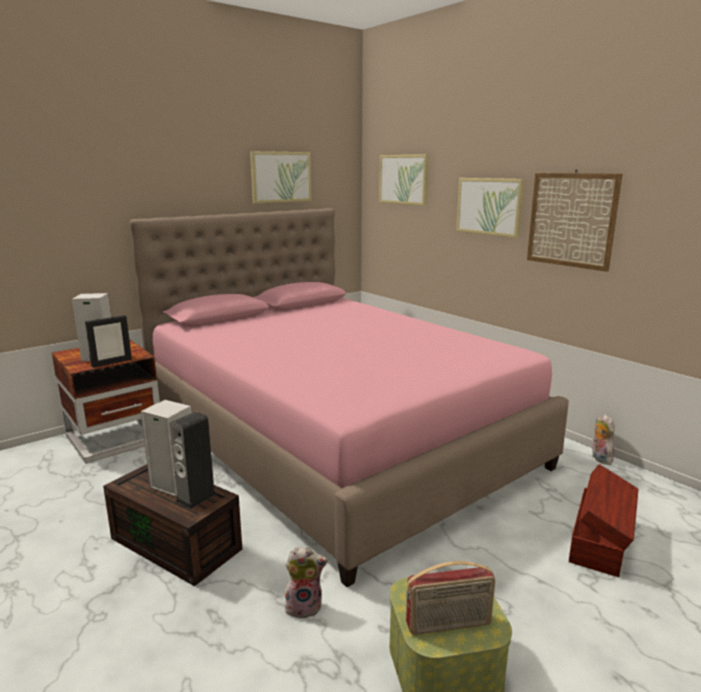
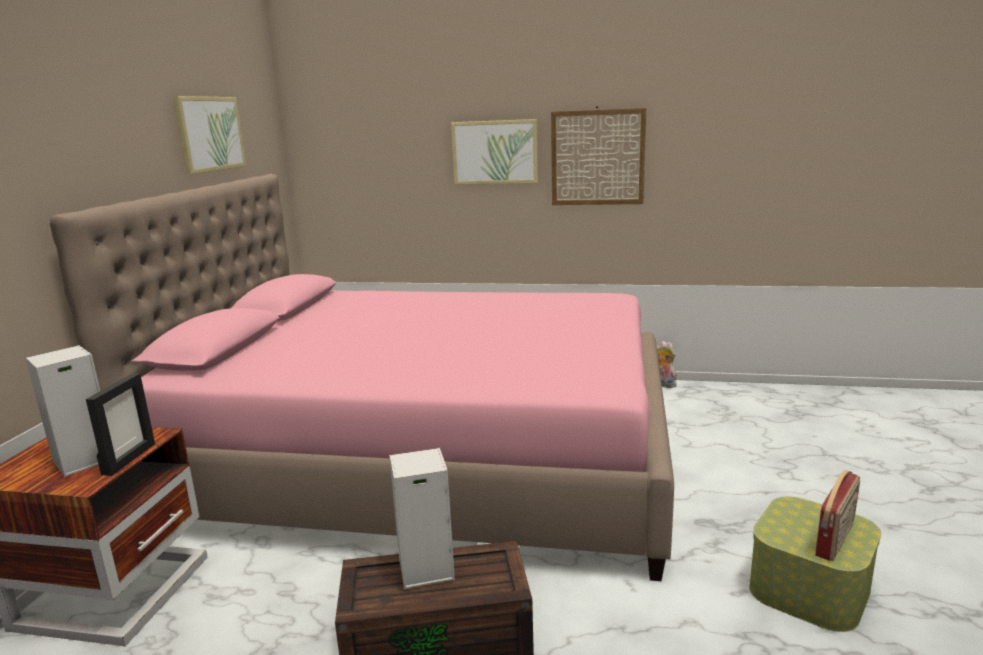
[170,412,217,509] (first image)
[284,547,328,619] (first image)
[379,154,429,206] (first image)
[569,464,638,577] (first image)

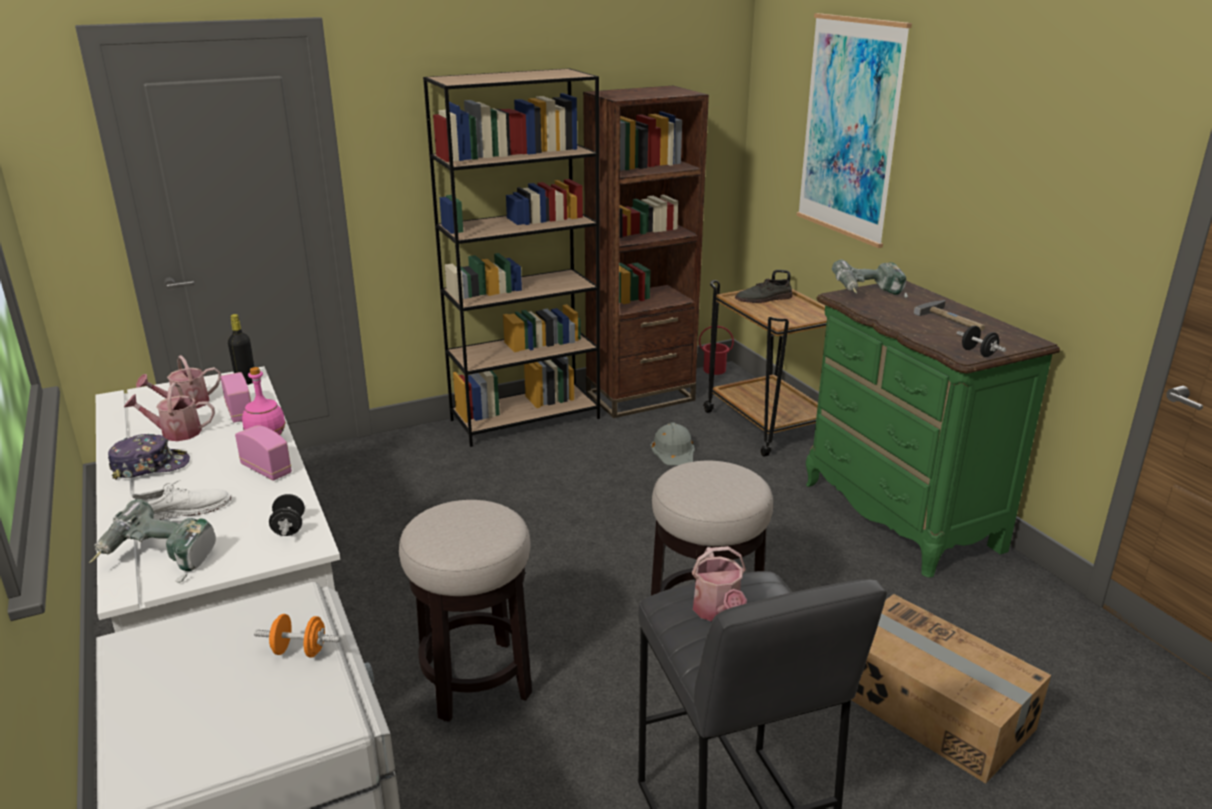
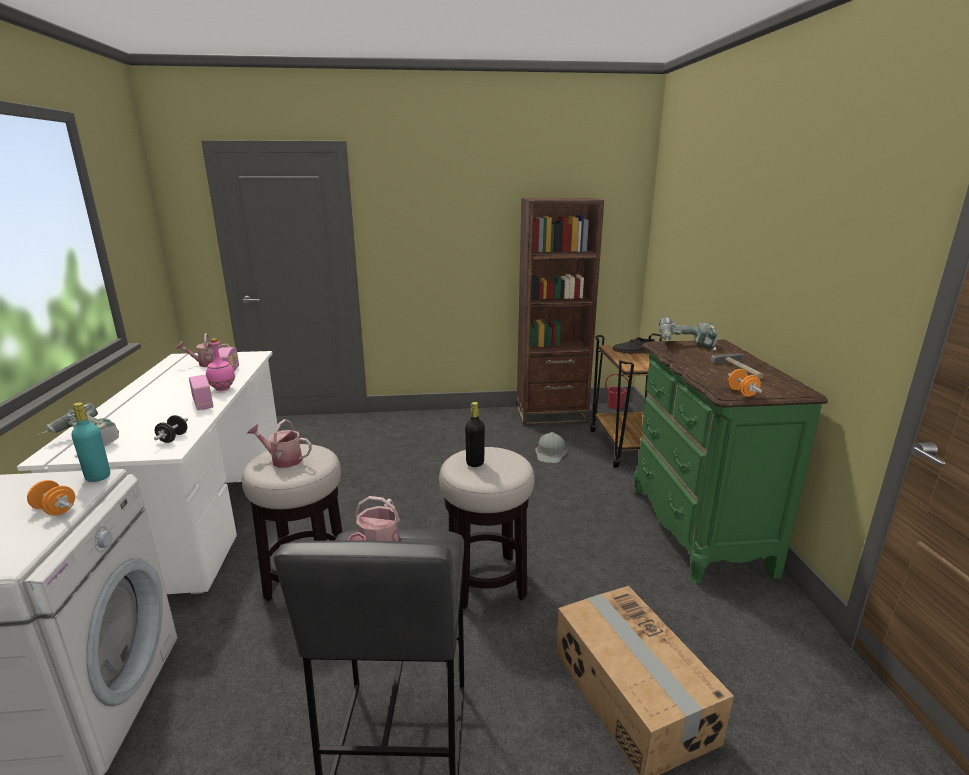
[108,434,190,480] (first image)
[127,480,231,520] (first image)
[423,68,600,447] (first image)
[797,13,912,248] (first image)
[71,402,110,482]
[247,419,312,468]
[465,402,485,467]
[728,369,762,397]

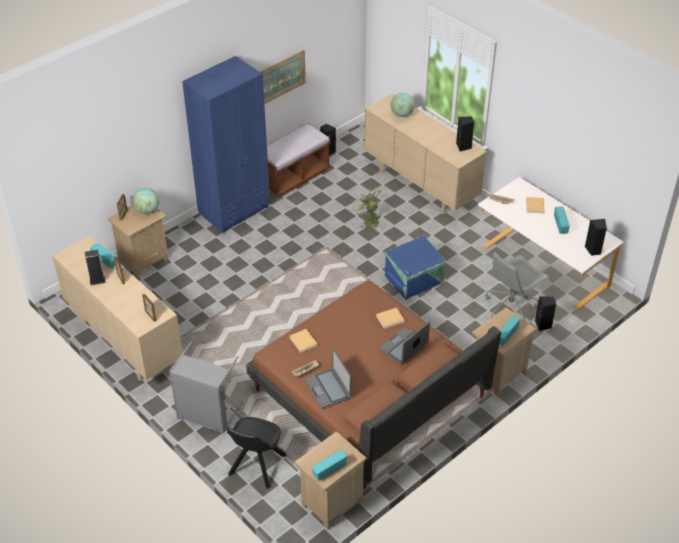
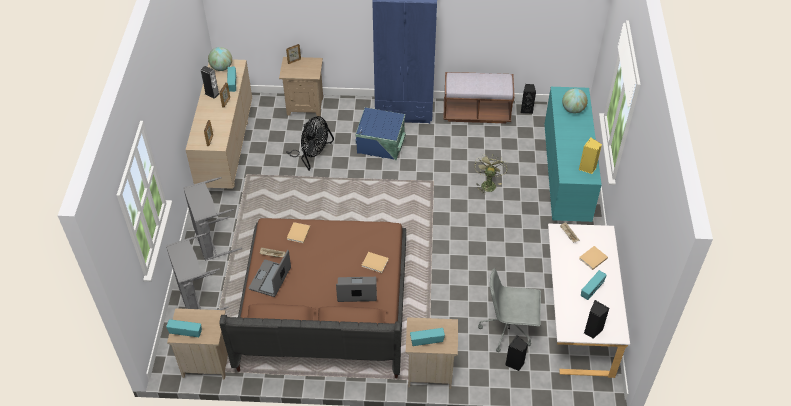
[259,50,306,104] (first image)
[286,116,334,171]
[208,47,232,71]
[355,107,406,160]
[166,233,229,310]
[544,87,602,222]
[579,137,602,174]

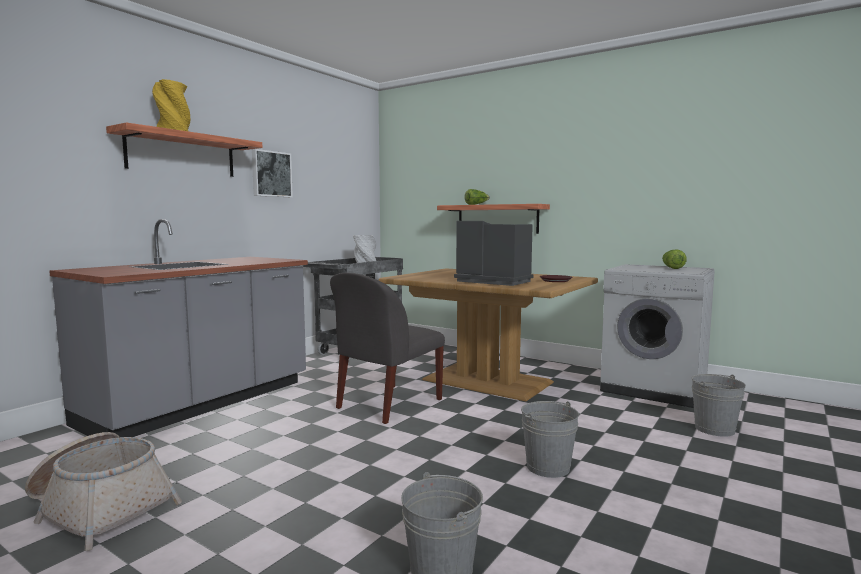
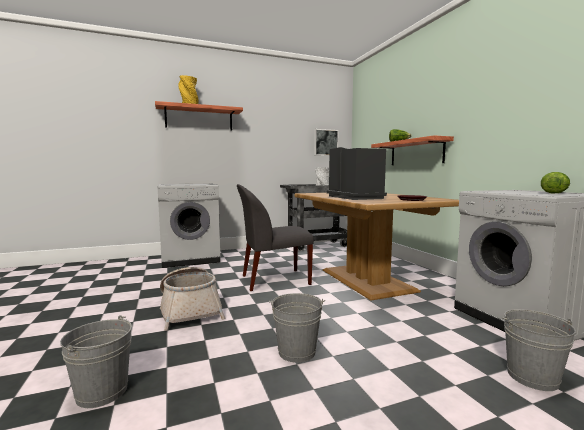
[160,267,225,331]
[314,129,339,156]
[158,184,221,268]

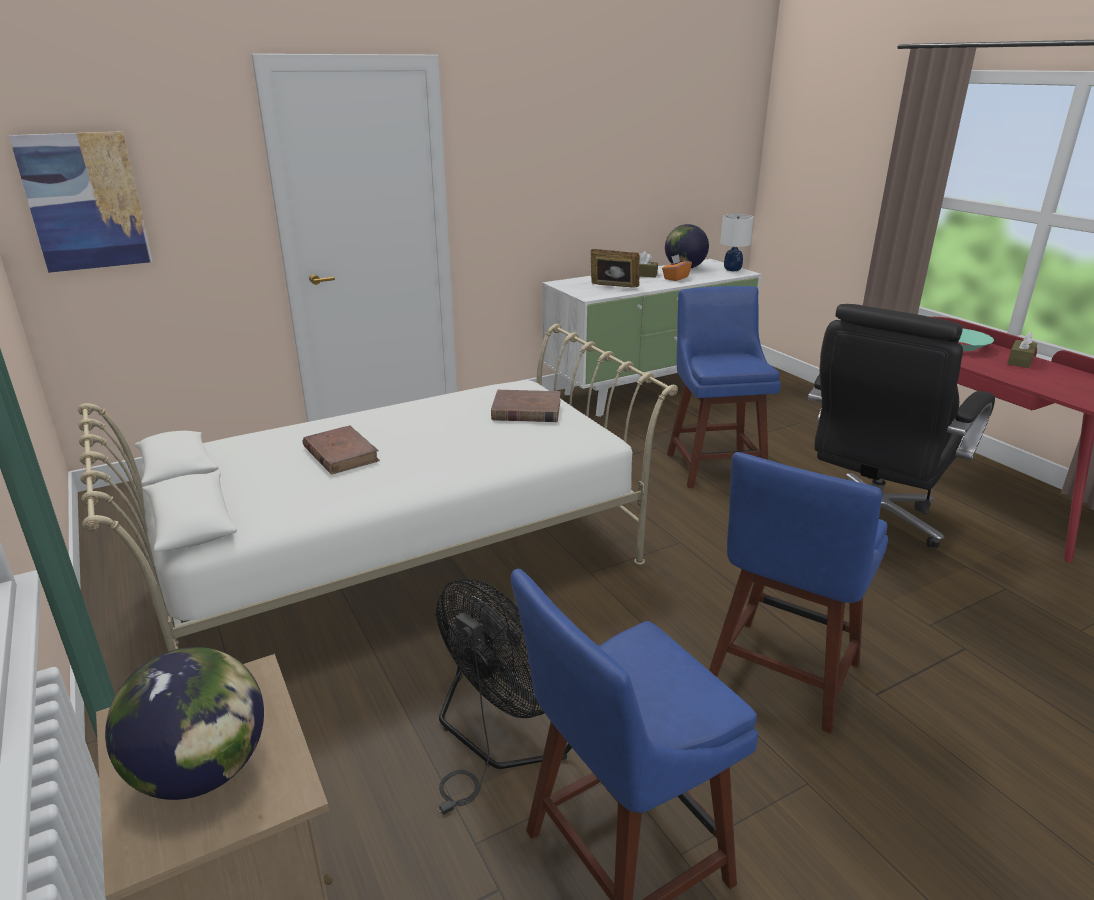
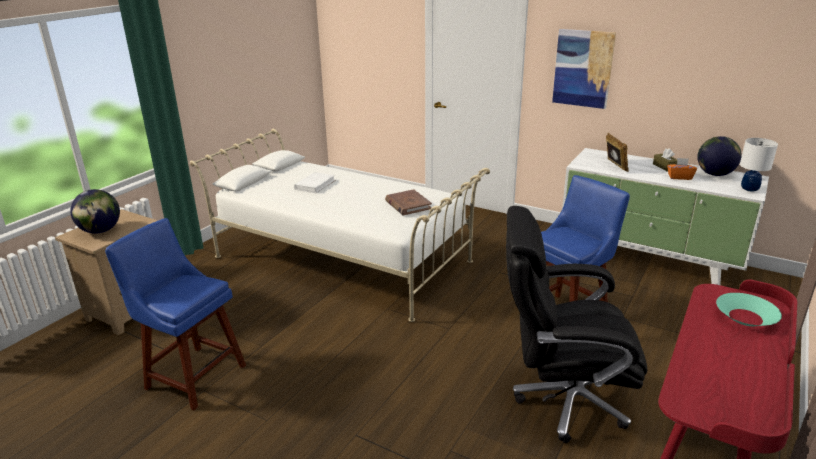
[435,579,572,815] (first image)
[709,452,888,734] (first image)
[1007,331,1037,368] (first image)
[552,29,616,109]
[294,172,335,193]

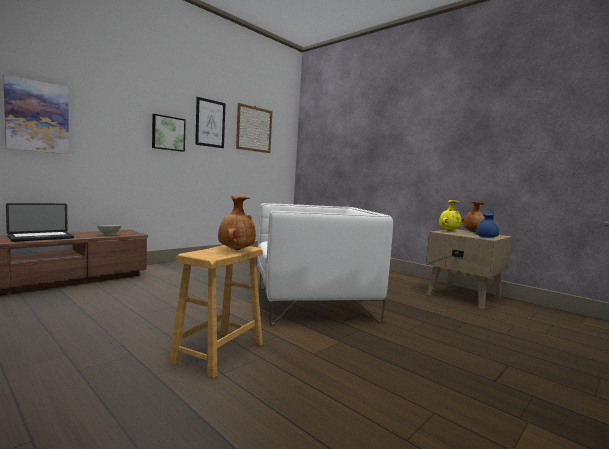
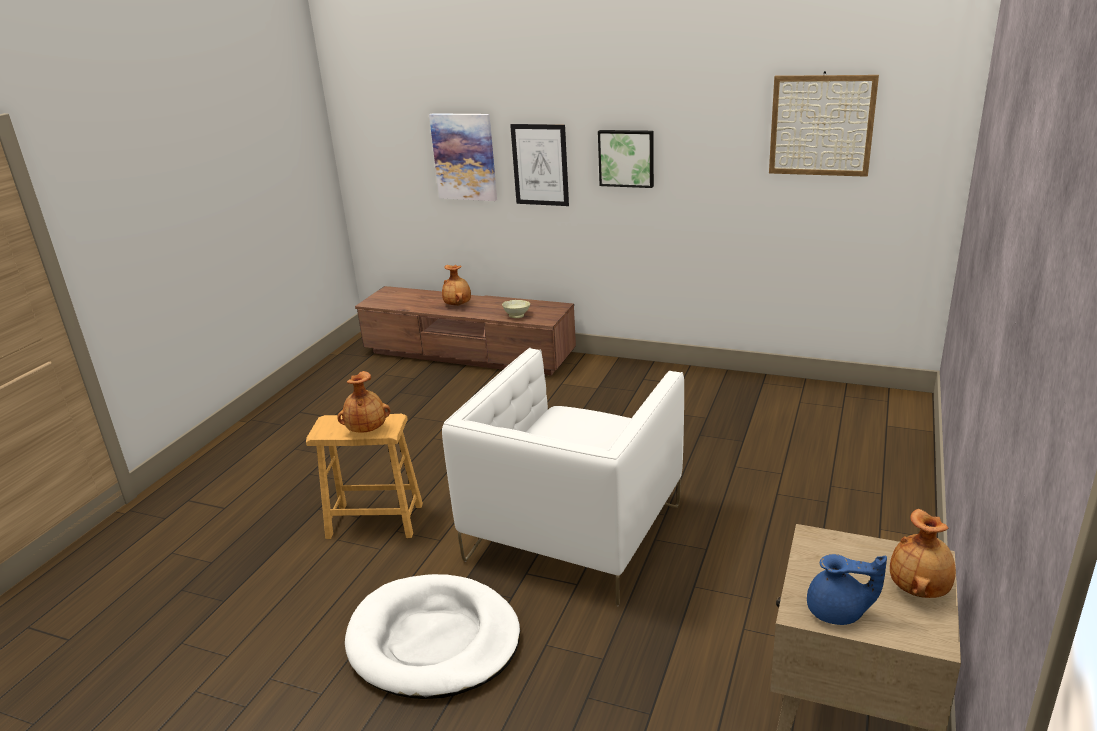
[439,200,461,231] (first image)
[345,574,520,699]
[510,124,569,206]
[442,265,471,306]
[442,348,684,606]

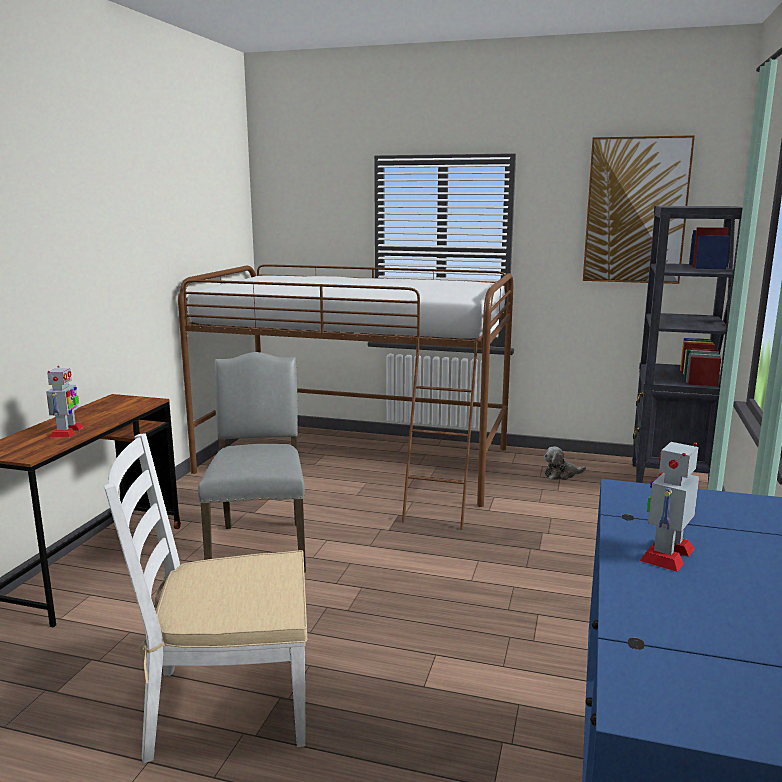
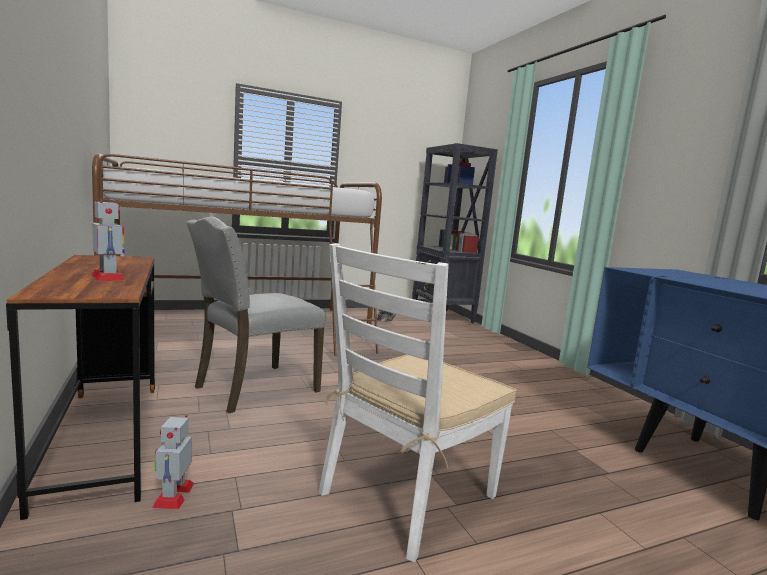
[583,135,695,284] (first image)
[152,415,194,509]
[186,216,327,413]

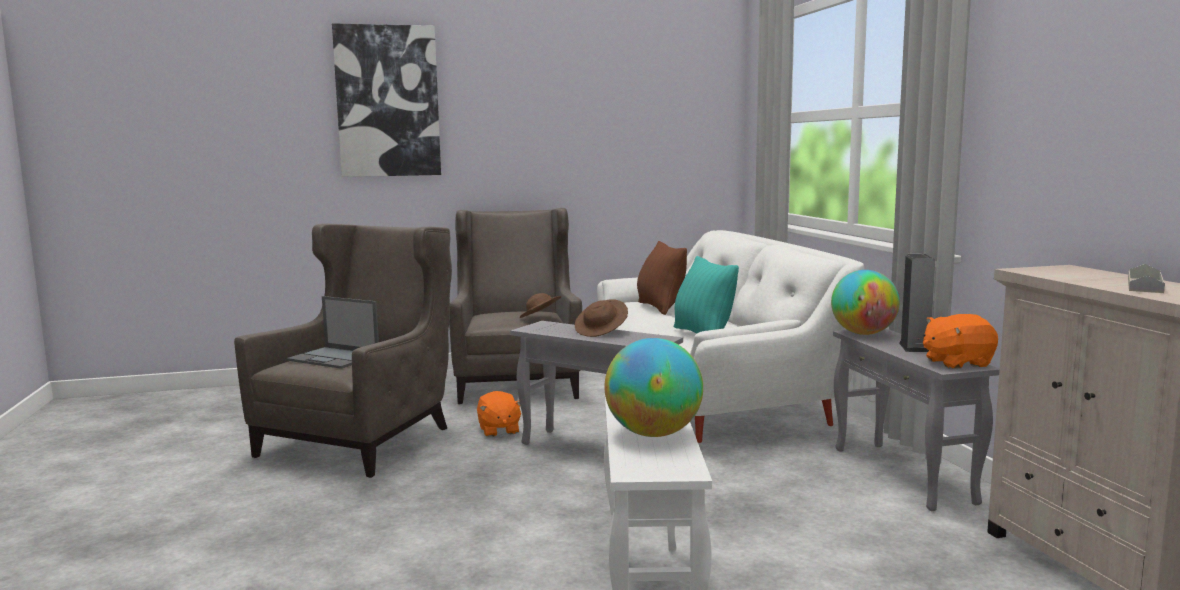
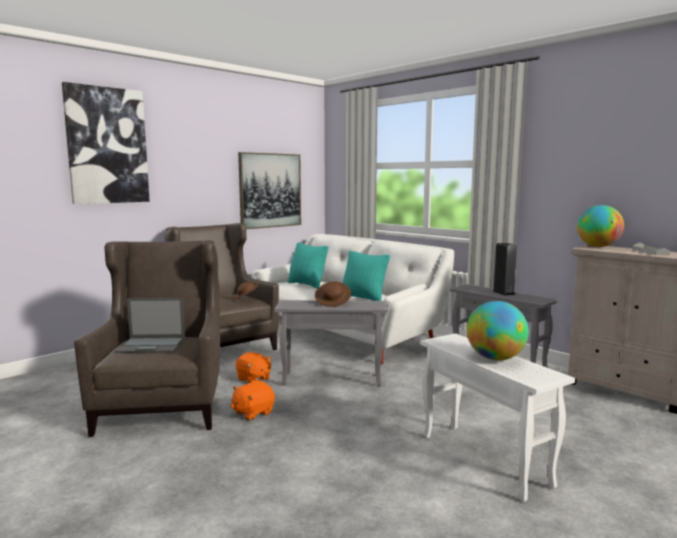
[238,152,301,229]
[577,205,624,247]
[231,381,275,420]
[288,242,328,289]

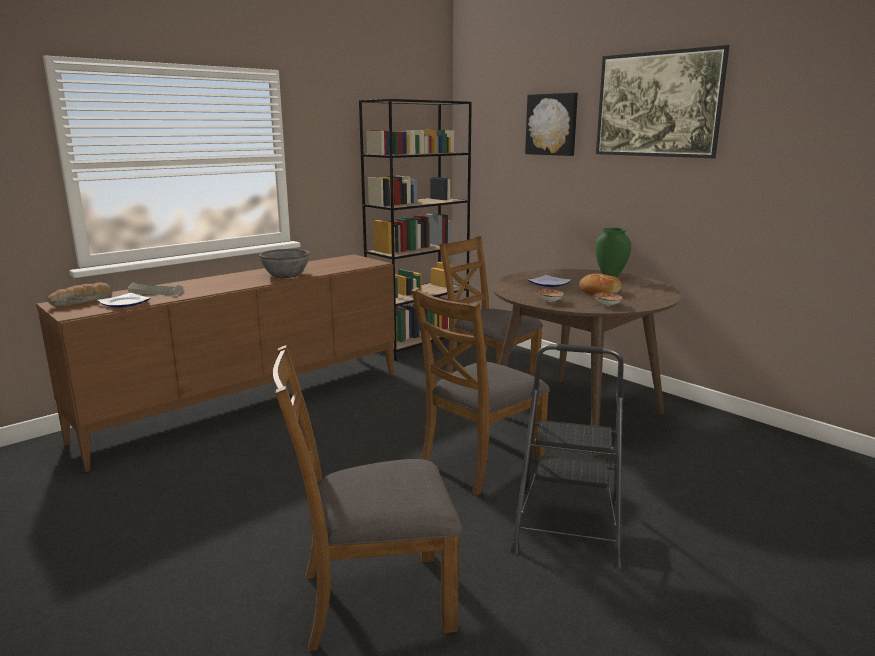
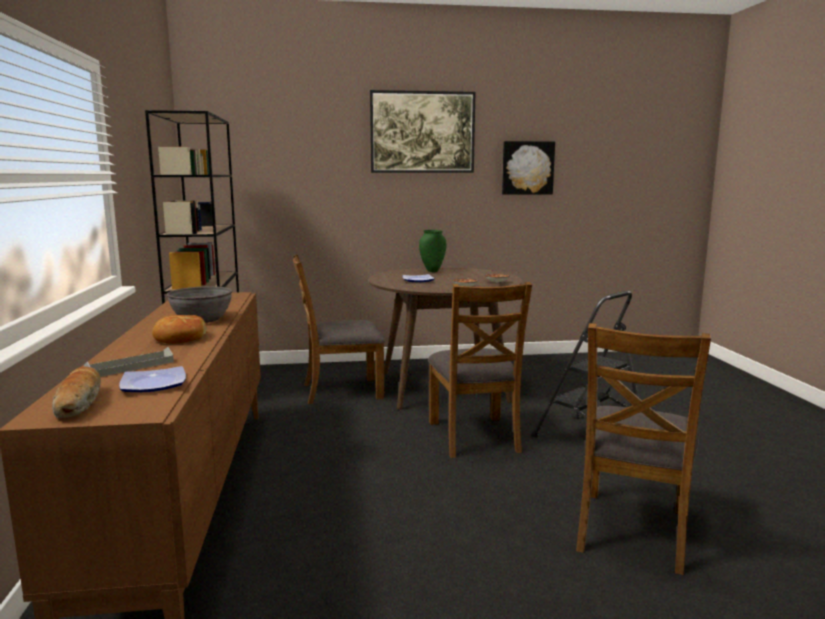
[502,141,555,195]
[152,315,207,344]

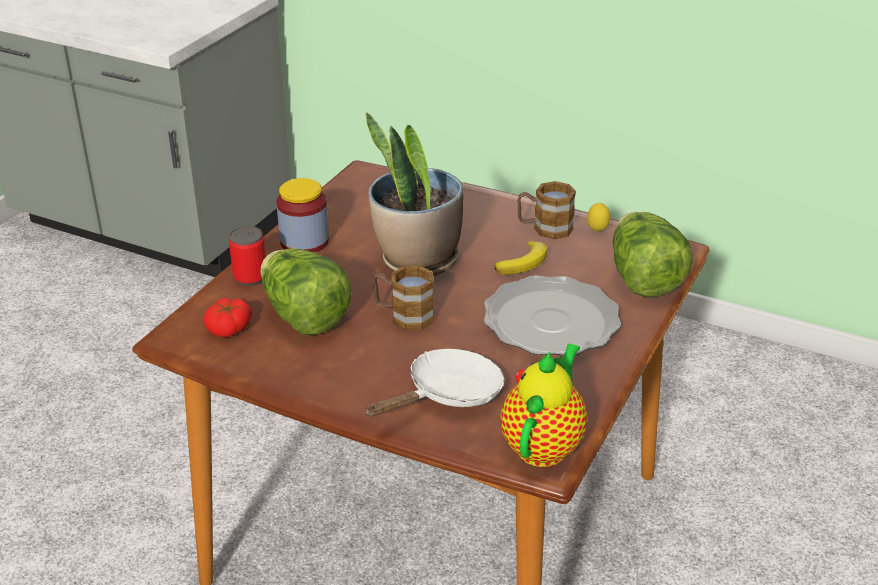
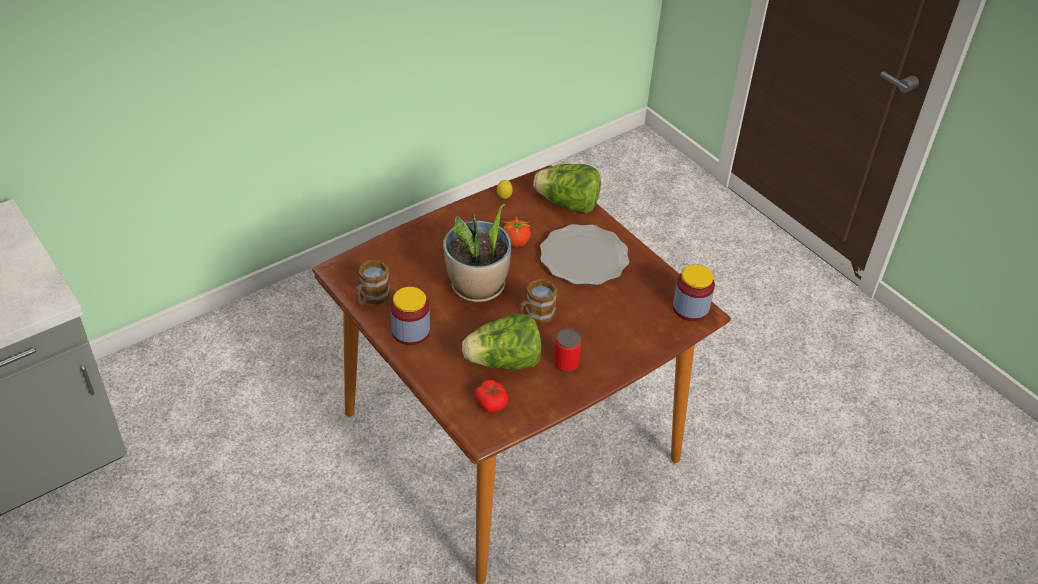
[364,349,505,417] (first image)
[553,329,582,372]
[356,260,390,306]
[501,216,532,247]
[673,264,715,321]

